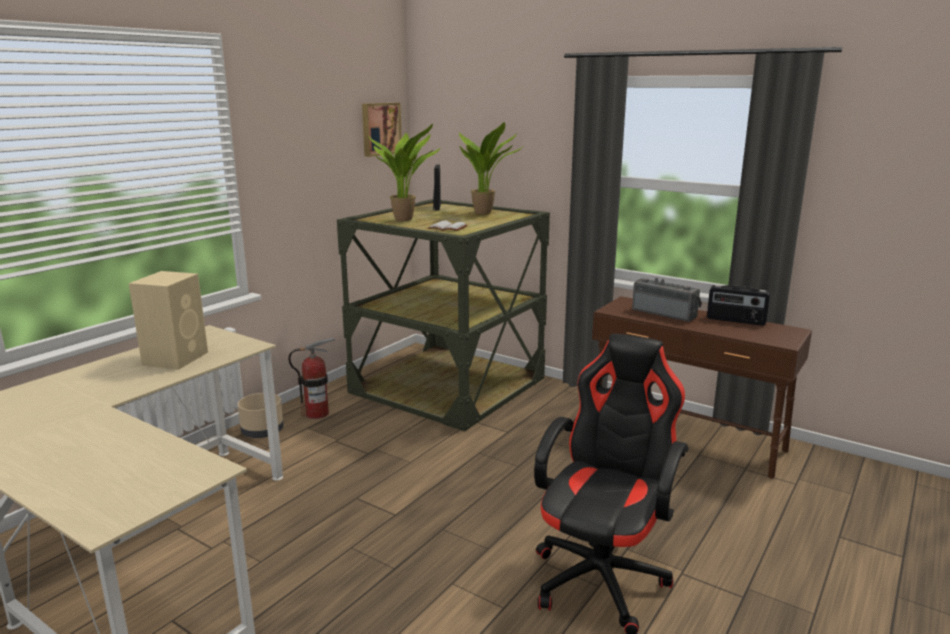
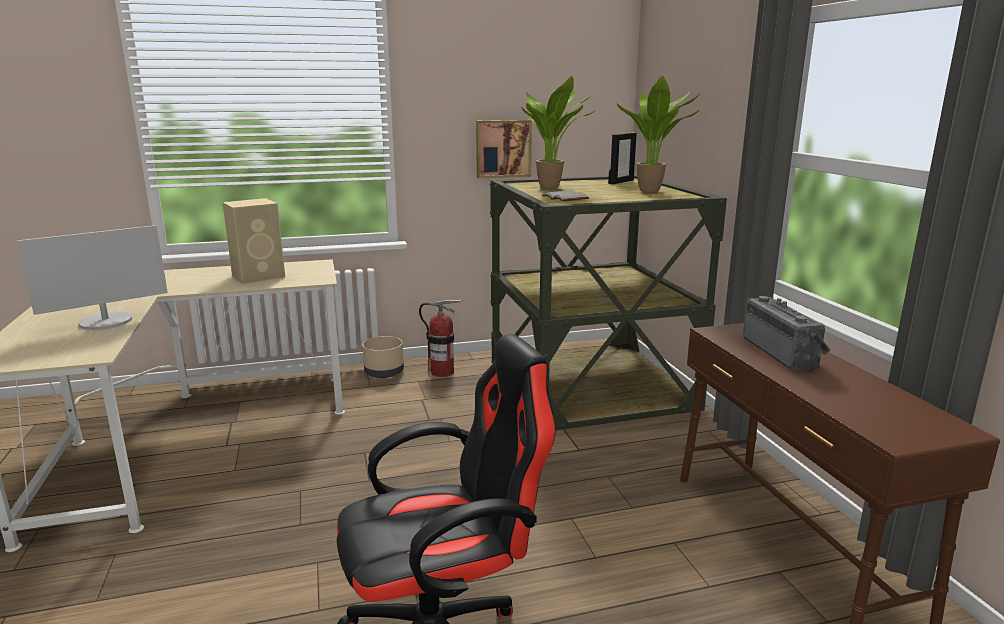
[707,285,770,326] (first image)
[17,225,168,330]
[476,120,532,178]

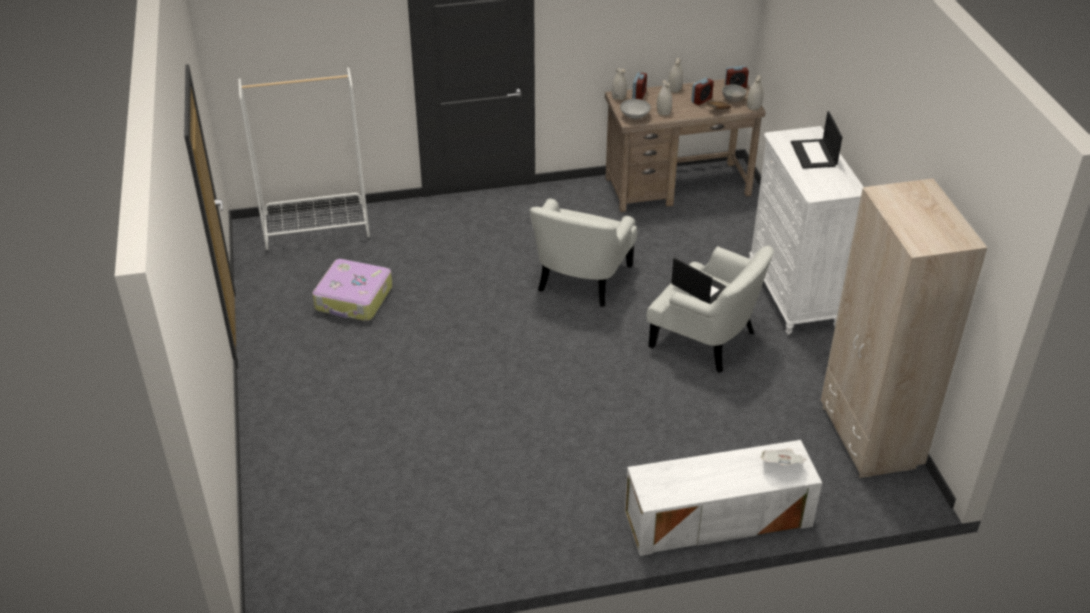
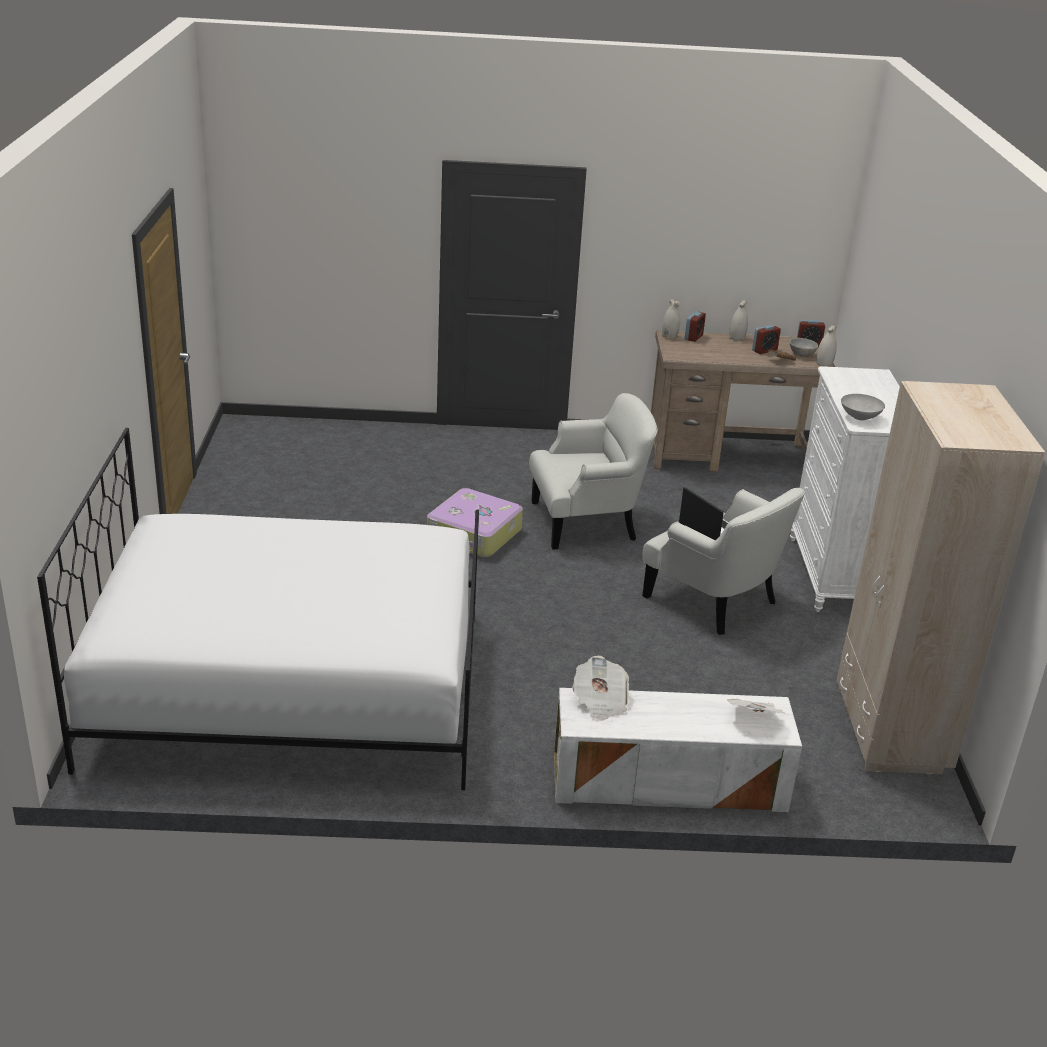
[238,67,370,250] (first image)
[657,80,672,116] (first image)
[791,111,842,169] (first image)
[37,428,479,790]
[572,656,629,722]
[427,488,523,558]
[841,394,885,421]
[529,393,658,549]

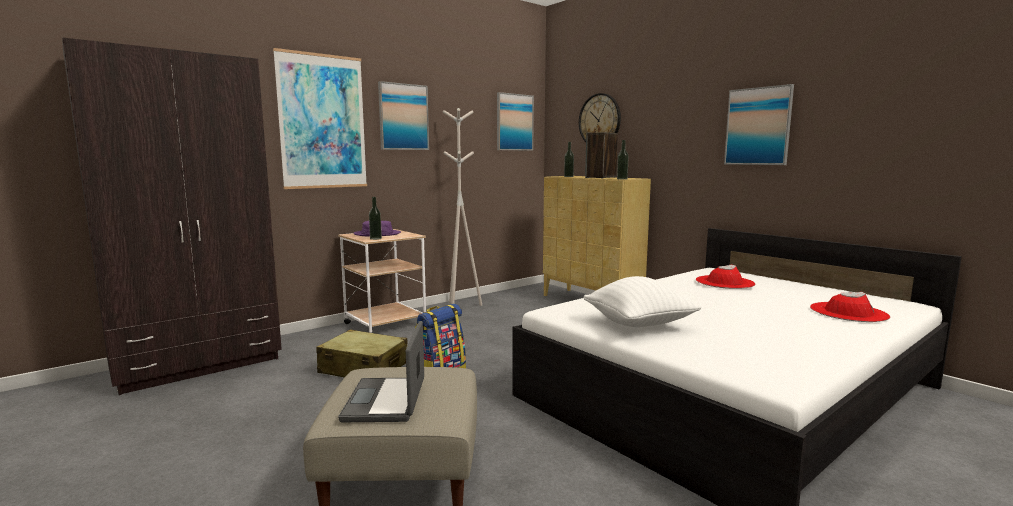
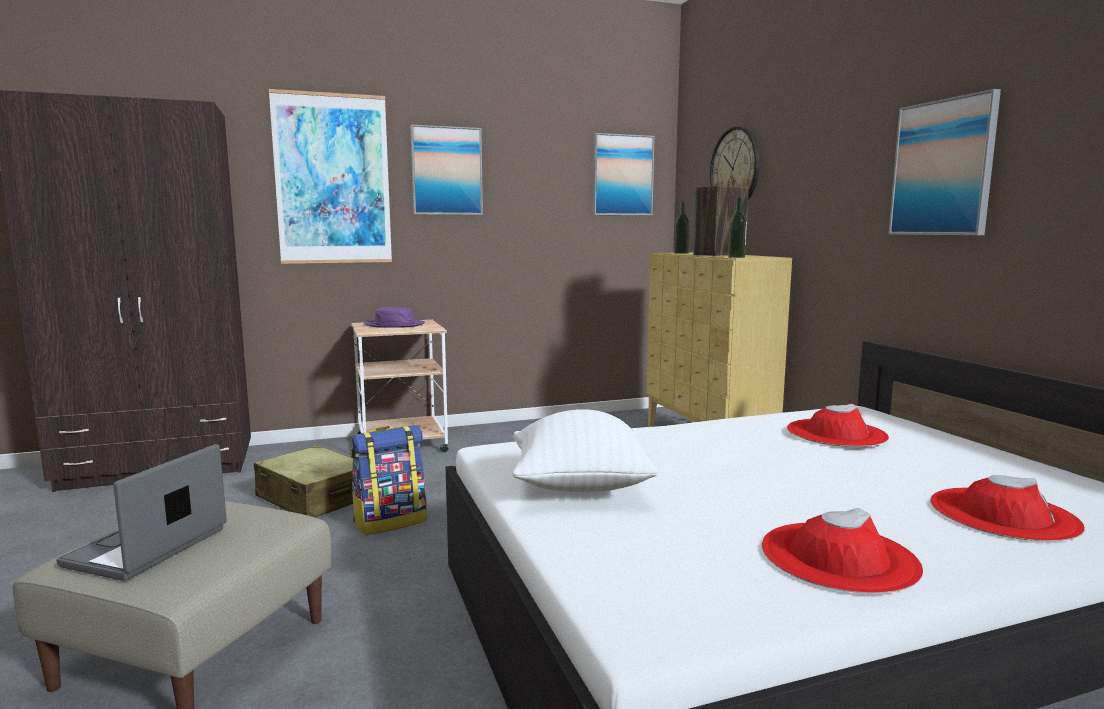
[369,197,382,240] (first image)
[443,108,482,306] (first image)
[762,508,923,594]

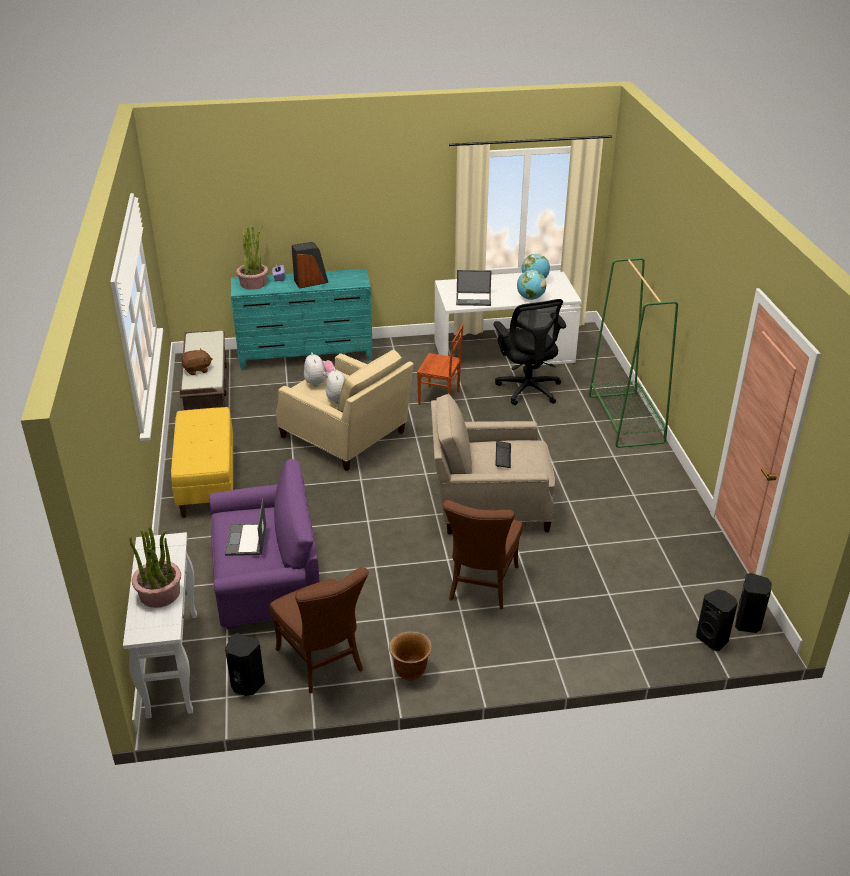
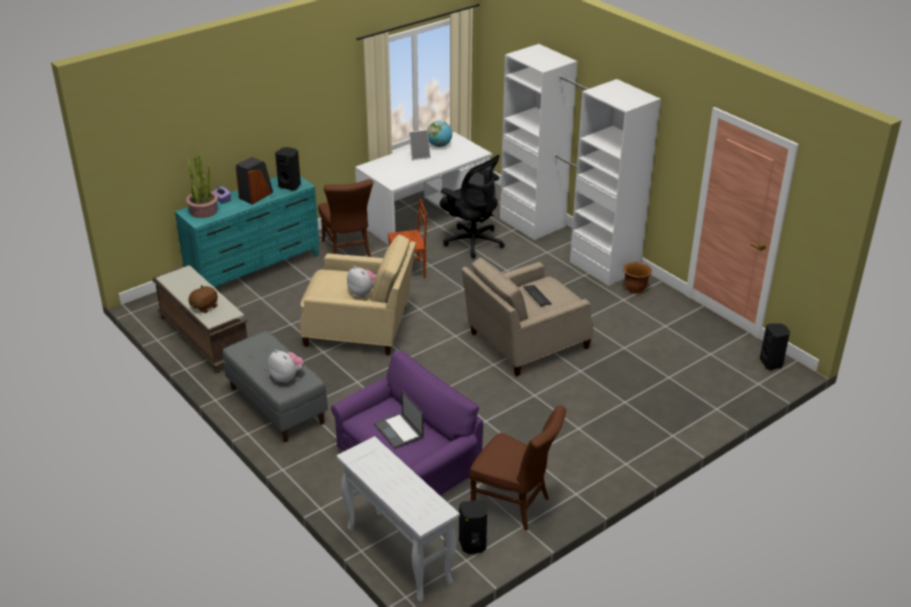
[129,526,181,608] (first image)
[456,270,491,306] (first image)
[517,270,546,300] (first image)
[409,130,431,160]
[268,349,304,383]
[623,261,652,294]
[318,179,373,257]
[275,147,301,191]
[500,44,661,286]
[223,331,328,442]

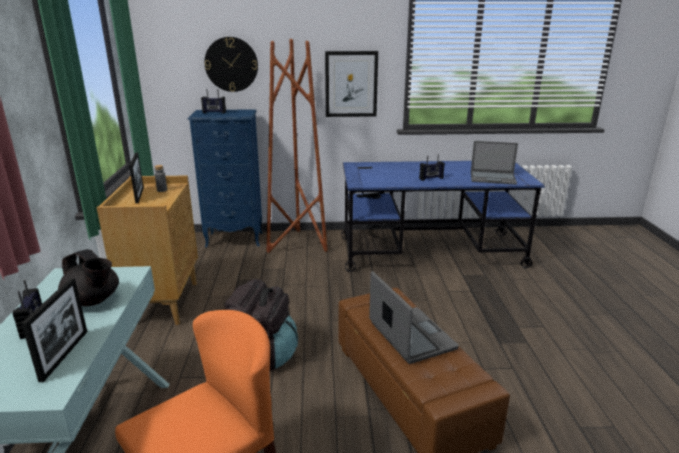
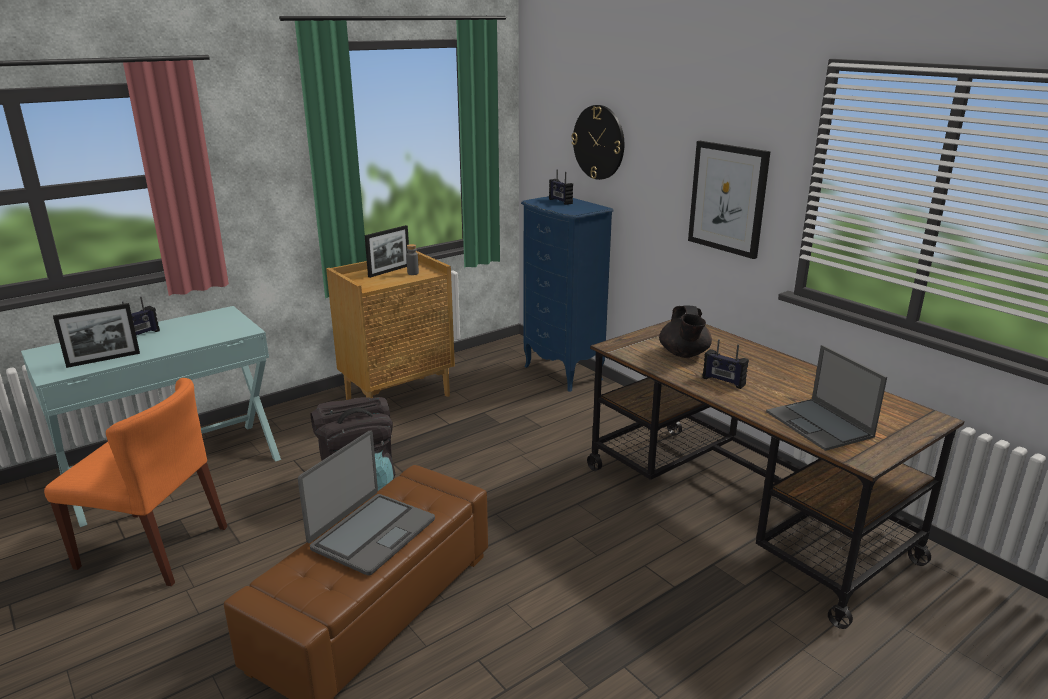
[267,39,328,253] (first image)
[659,305,712,358]
[587,320,964,629]

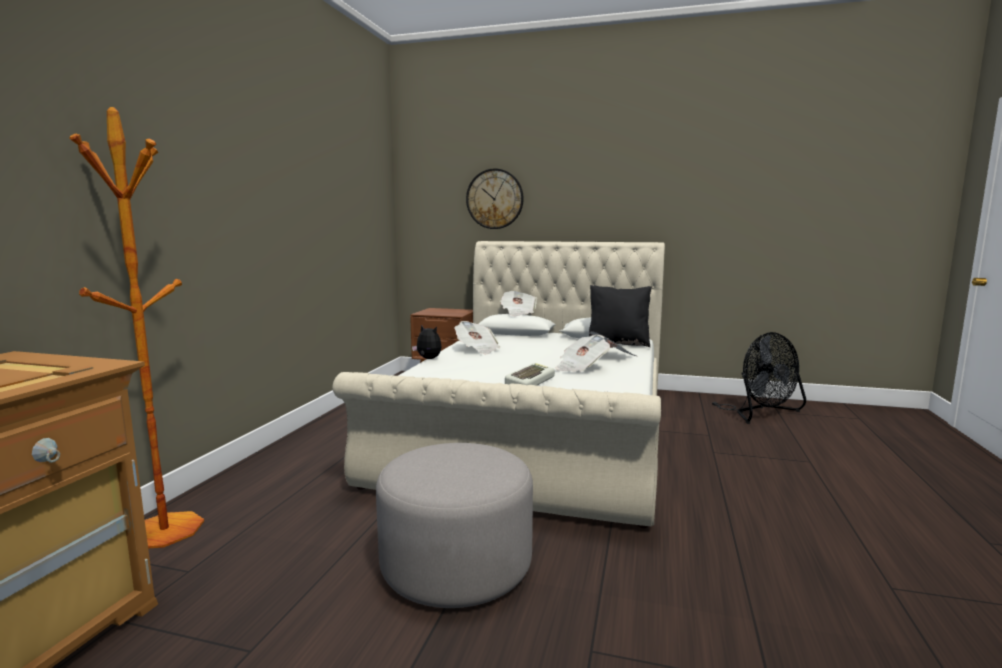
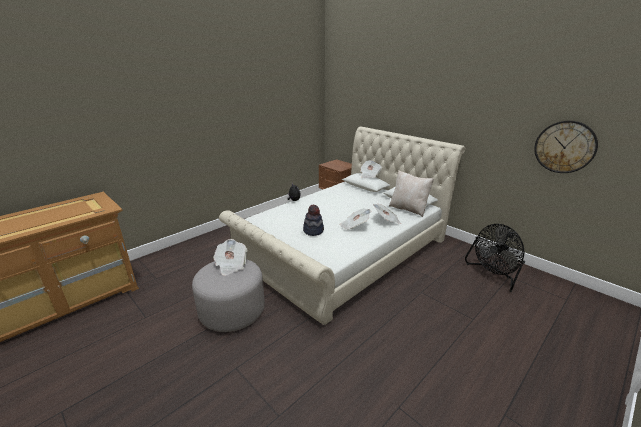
[69,107,204,548] (first image)
[213,239,247,276]
[534,121,598,173]
[303,205,324,236]
[389,171,434,217]
[465,224,525,292]

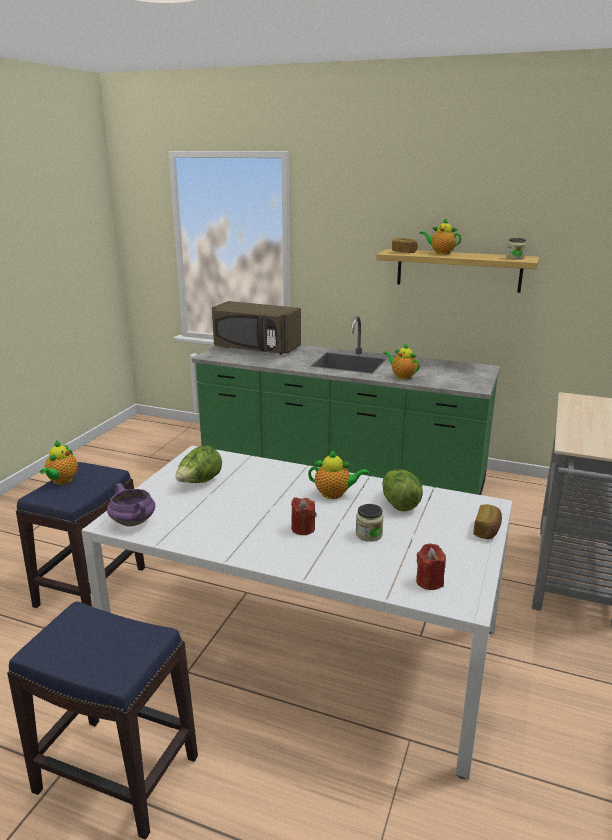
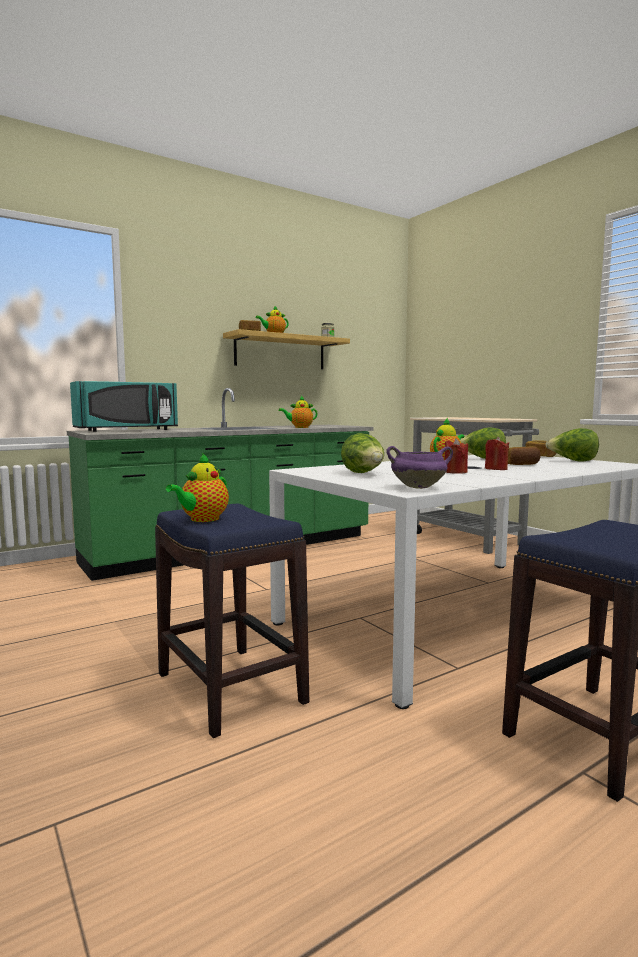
[545,428,599,461]
[444,438,468,474]
[508,446,541,465]
[70,381,178,432]
[166,453,229,522]

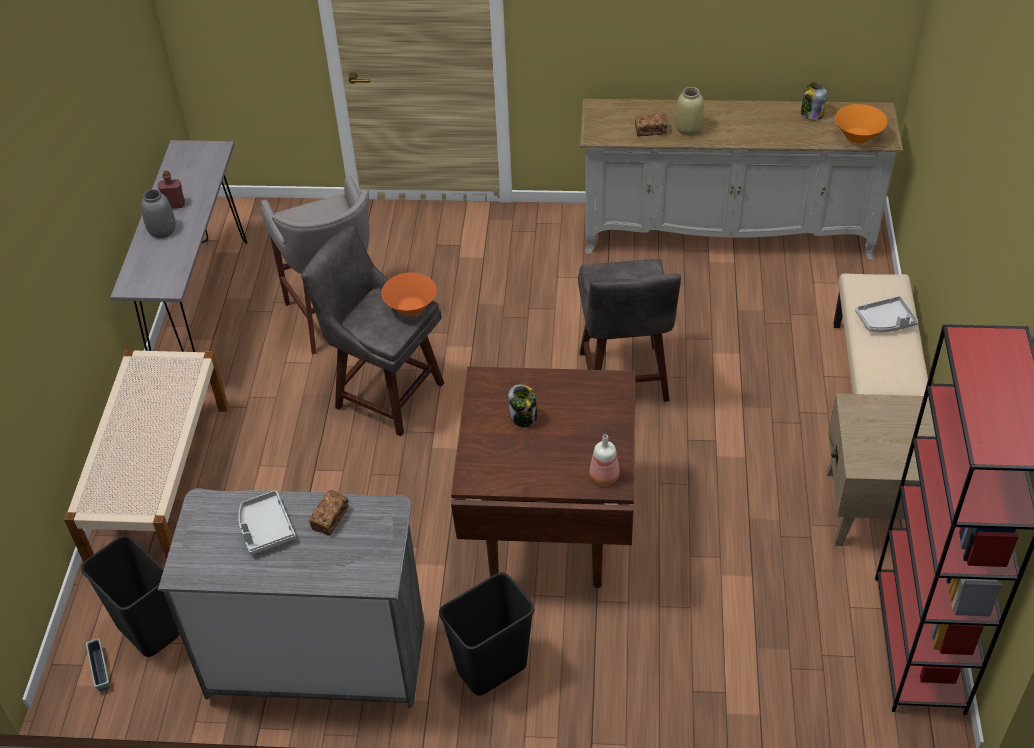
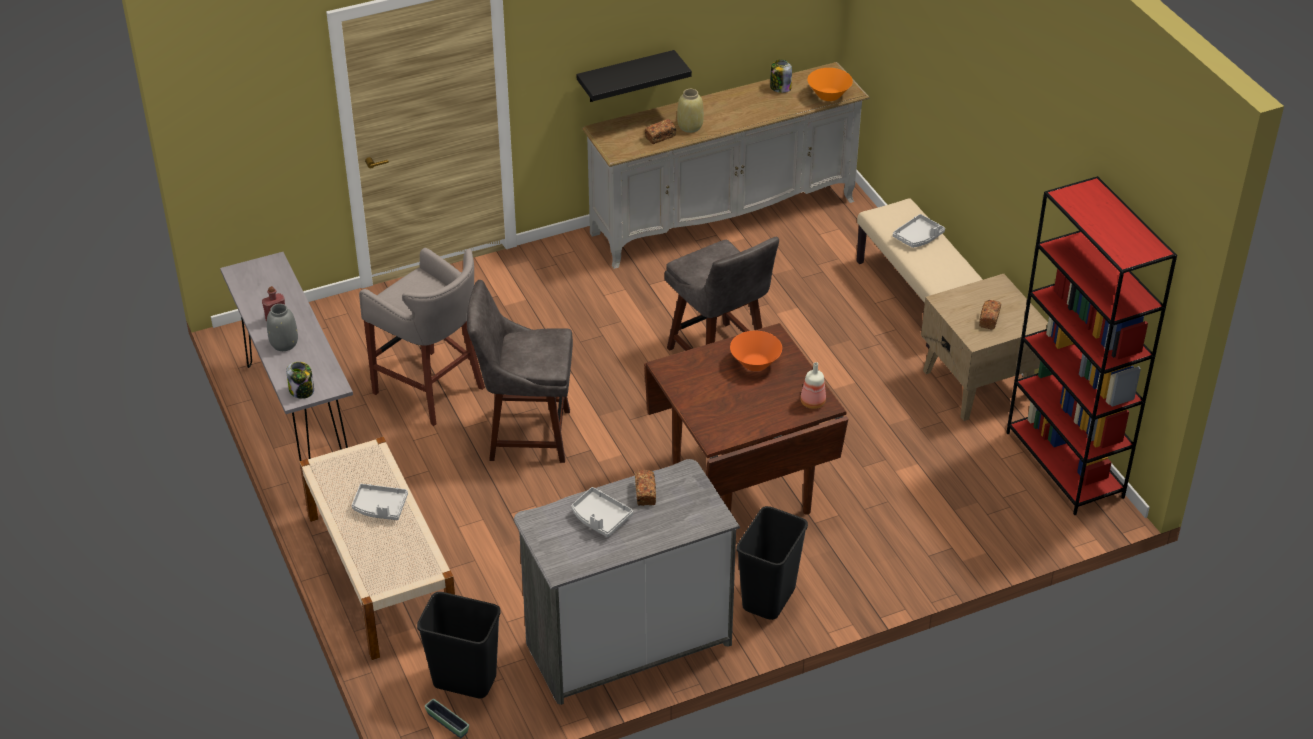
[352,484,408,520]
[576,50,692,102]
[979,300,1001,330]
[730,331,782,371]
[286,362,314,399]

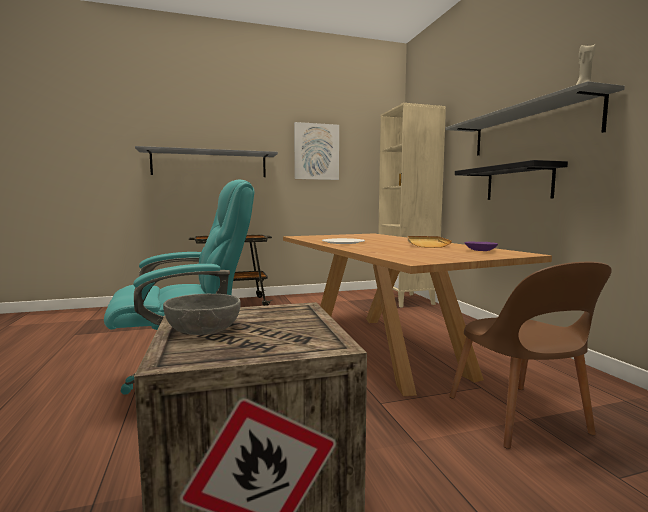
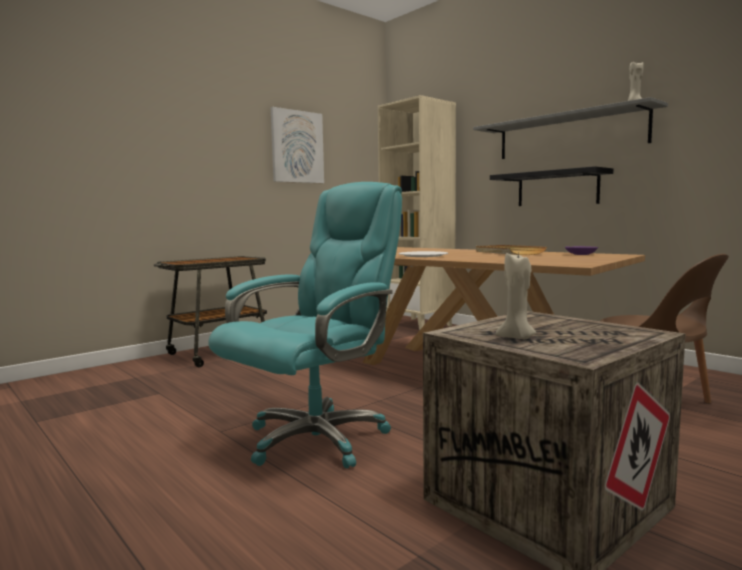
[135,146,278,177] (first image)
[496,250,536,339]

